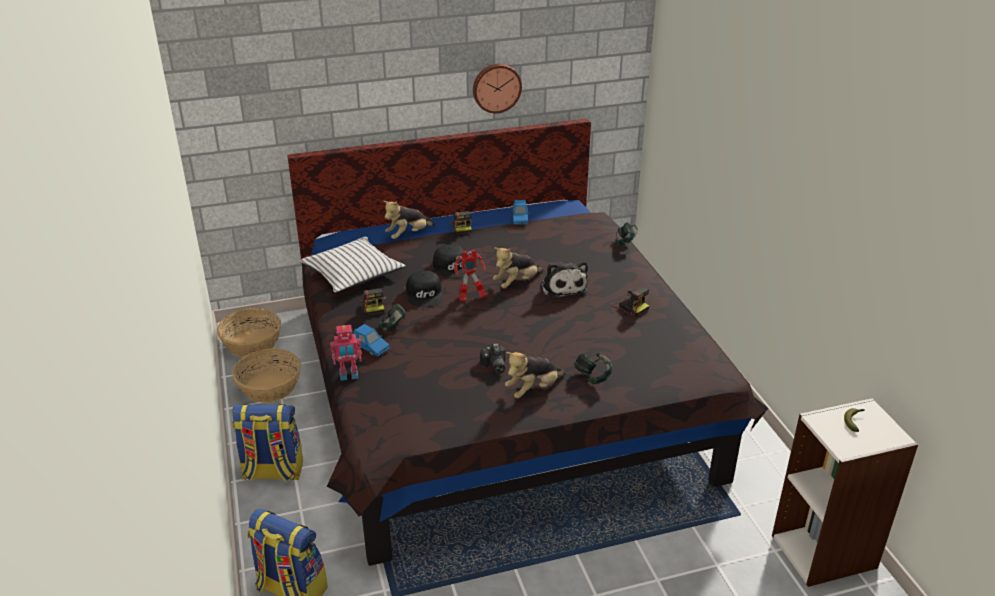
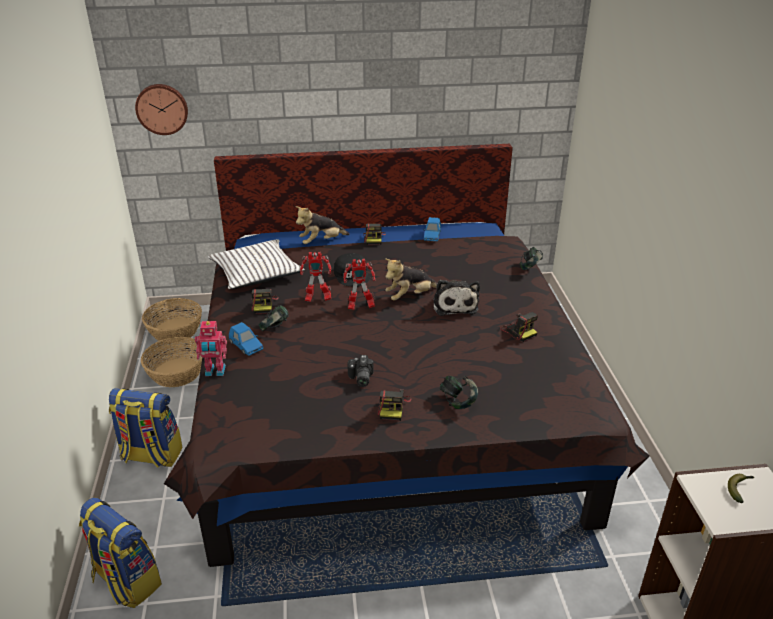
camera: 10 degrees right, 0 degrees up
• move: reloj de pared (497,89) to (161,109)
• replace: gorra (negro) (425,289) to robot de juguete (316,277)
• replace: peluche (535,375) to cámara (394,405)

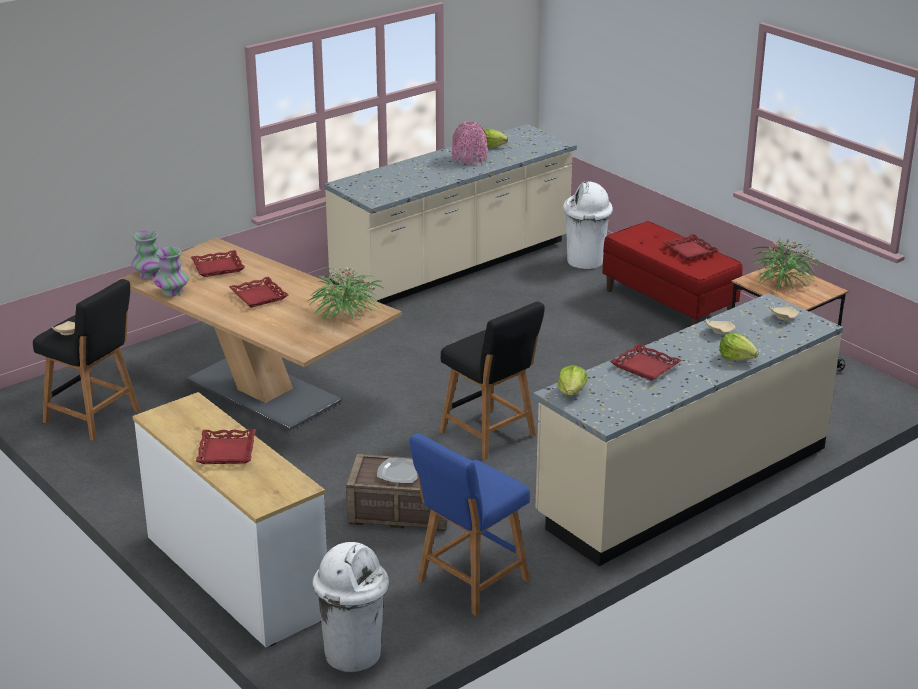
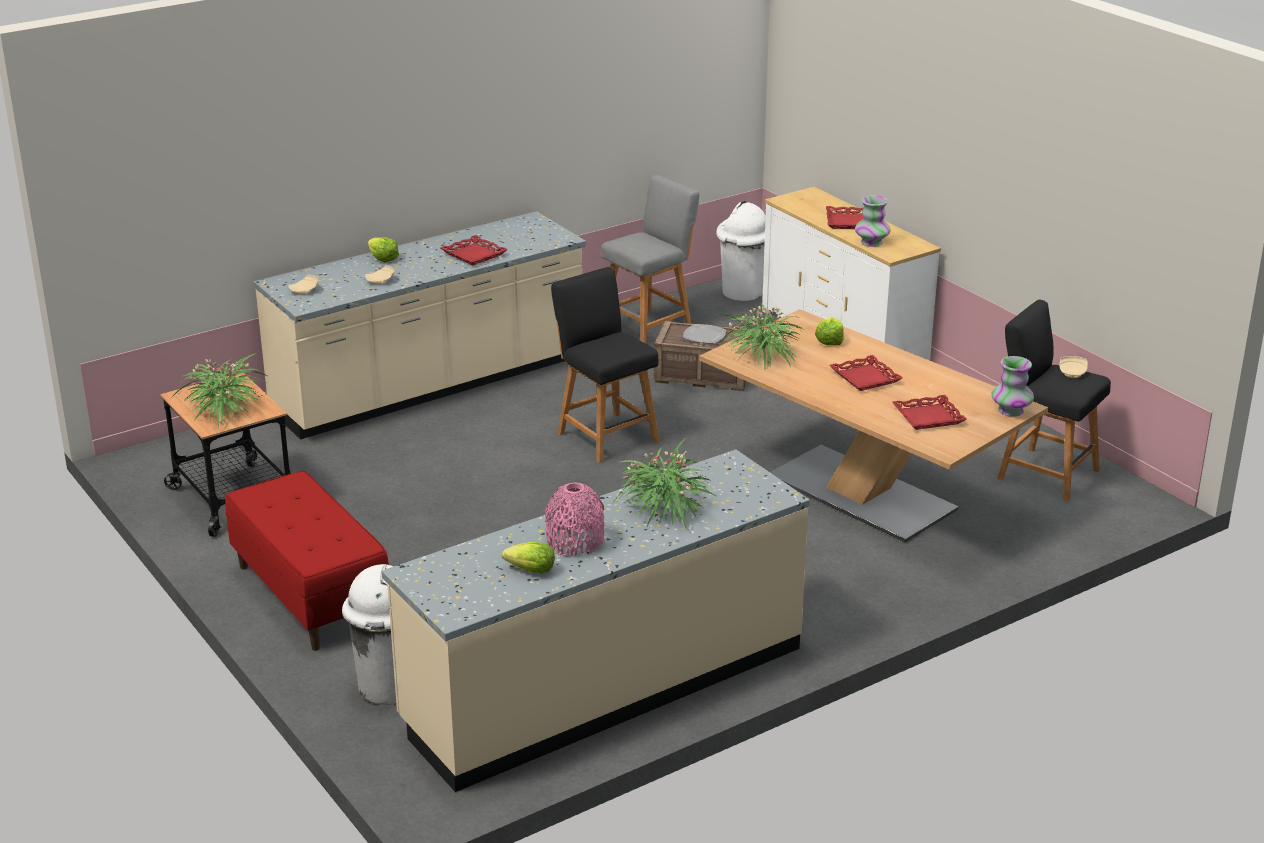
camera: 175 degrees left, 0 degrees up
• recolor: taburete (azul) (469,524) to taburete (gris) (650,259)
• insert: planta en maceta (665,483)
• move: lechuga (572,380) to (829,331)
• move: florero (171,271) to (873,221)
• delete: bandeja (rojo) (691,247)

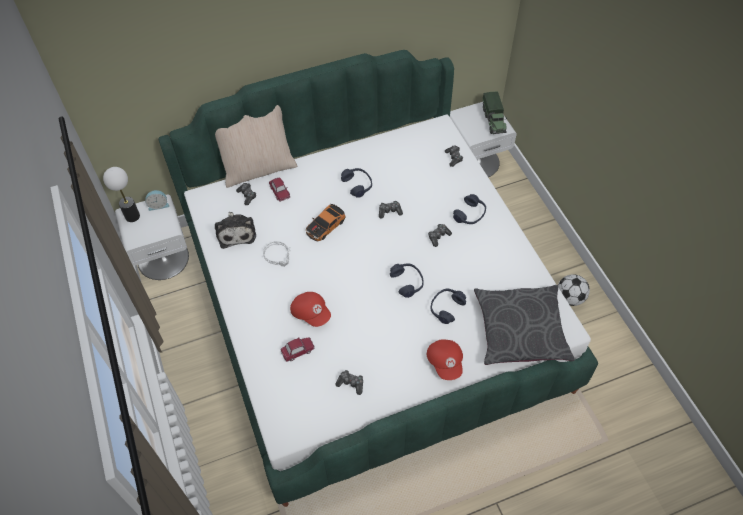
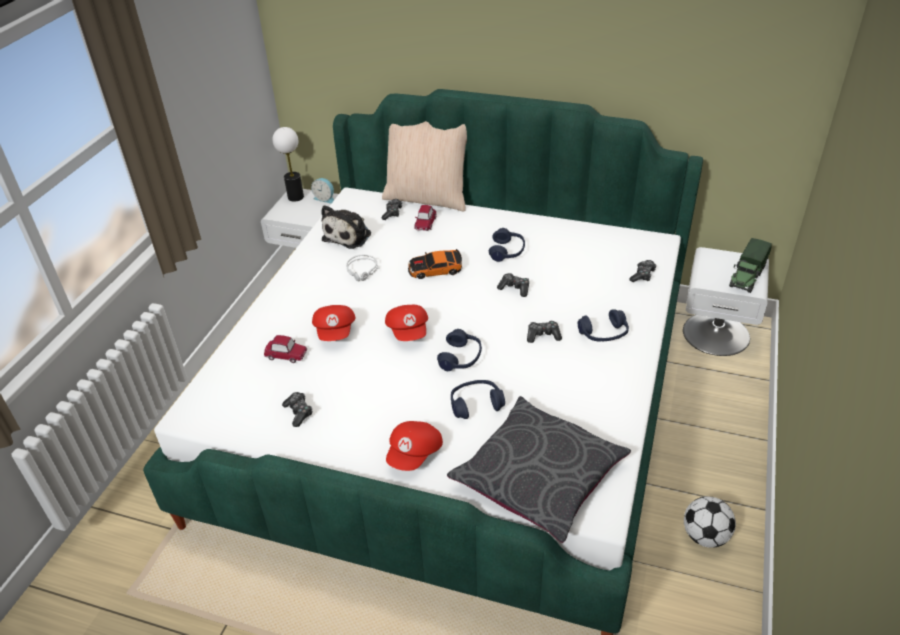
camera: 40 degrees right, 15 degrees down
• insert: gorra (rojo) (406,323)

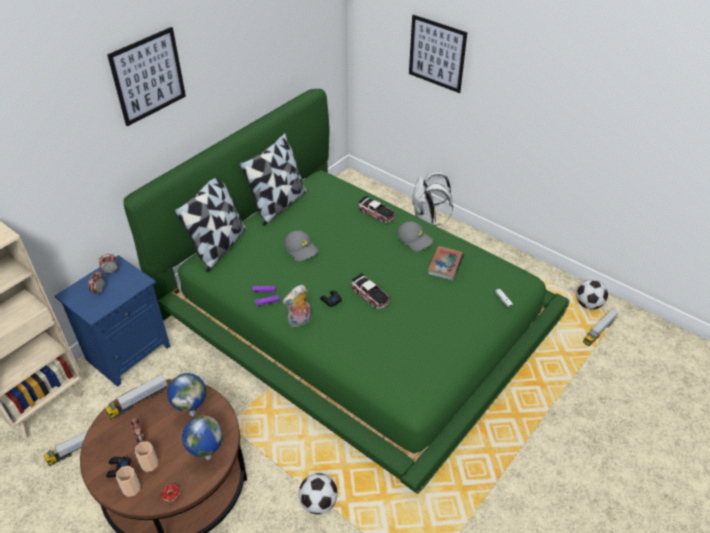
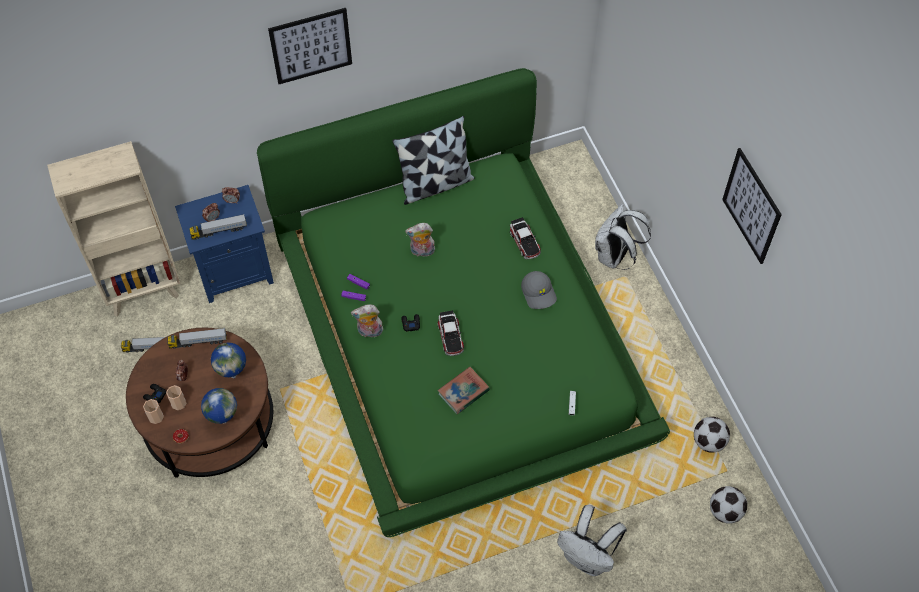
camera: 30 degrees right, 15 degrees up
• move: camión de juguete (601,327) to (218,227)
• replace: gorra (gris) (301,246) to peluche (420,239)
• move: libro (446,263) to (463,390)
• insert: mochila (blanco) (592,540)
• move: balón de fútbol (318,493) to (728,505)
• move: cuadro (438,54) to (752,206)
• delete: cojín (210,225)

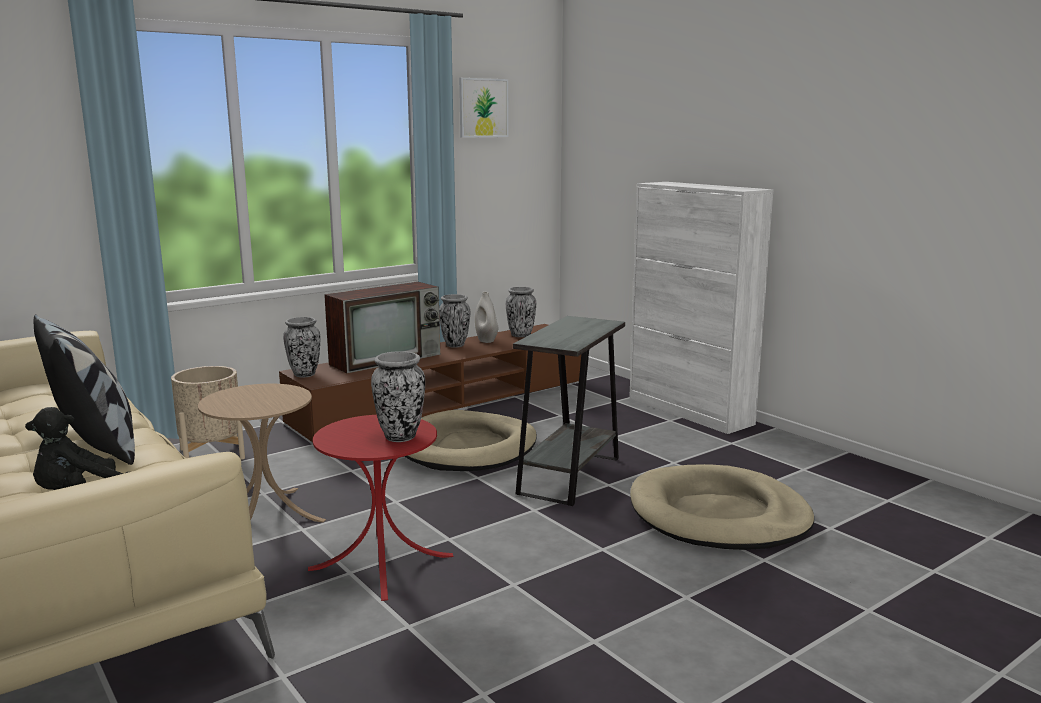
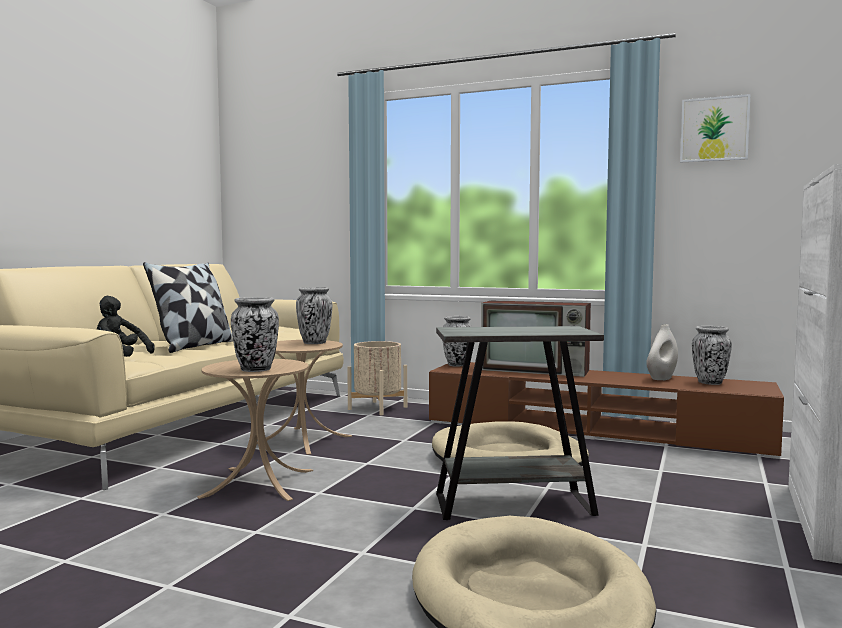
camera: 60 degrees right, 10 degrees down
• recolor: mesa auxiliar (rojo) (380,508) to mesa auxiliar (beis) (255,430)
• move: florero (454,321) to (314,315)

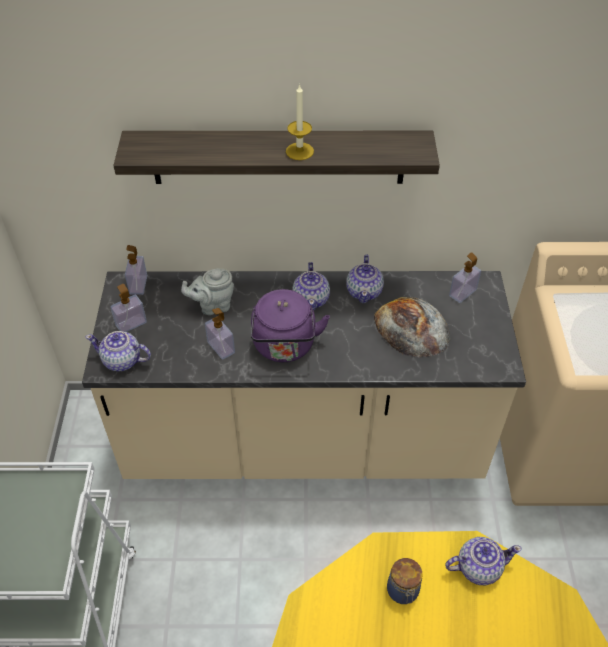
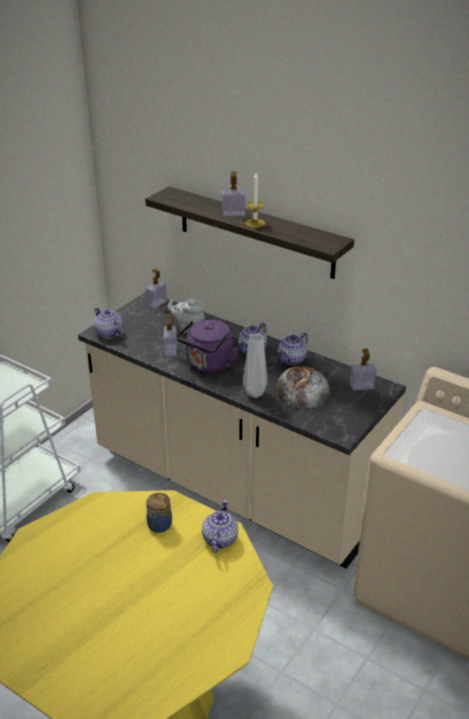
camera: 35 degrees right, 15 degrees down
• rotate: tetera (483,561) = (220,526) 105 degrees counterclockwise
• move: dispensador de jabón (128,308) to (233,194)
• insert: florero (gris) (255,366)

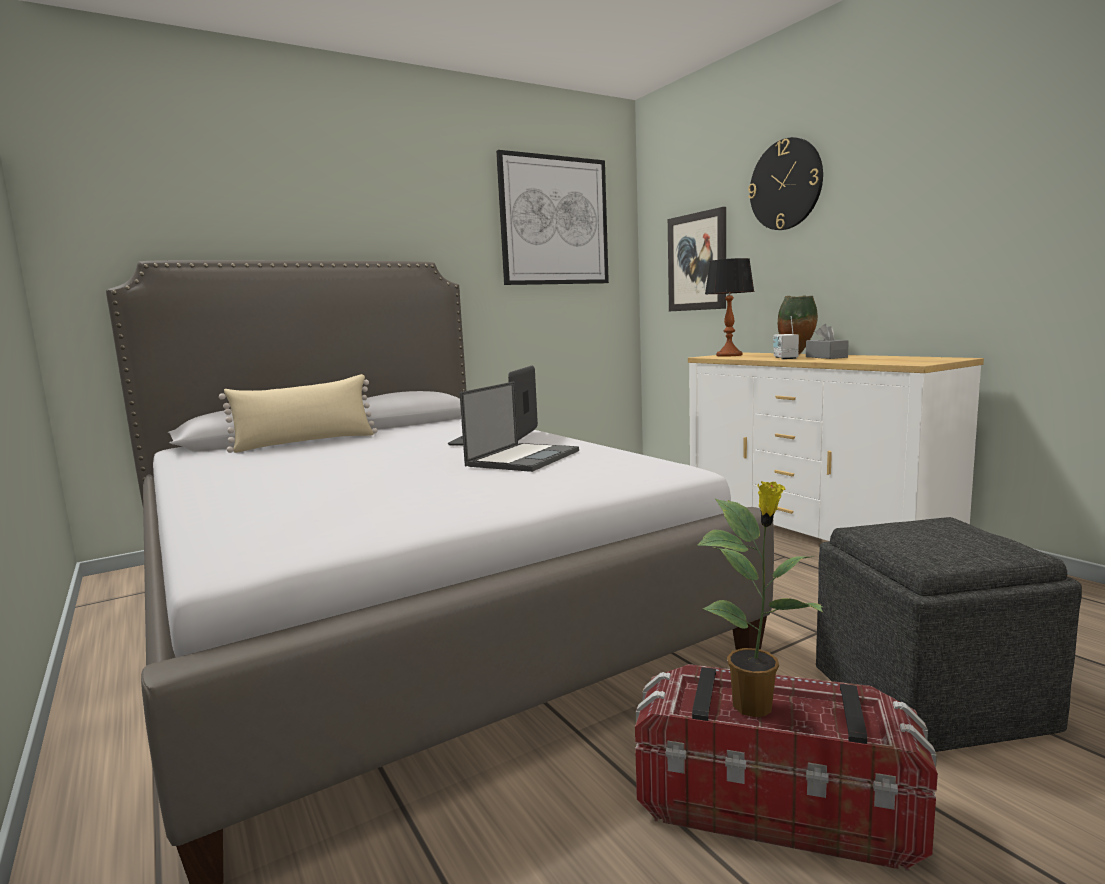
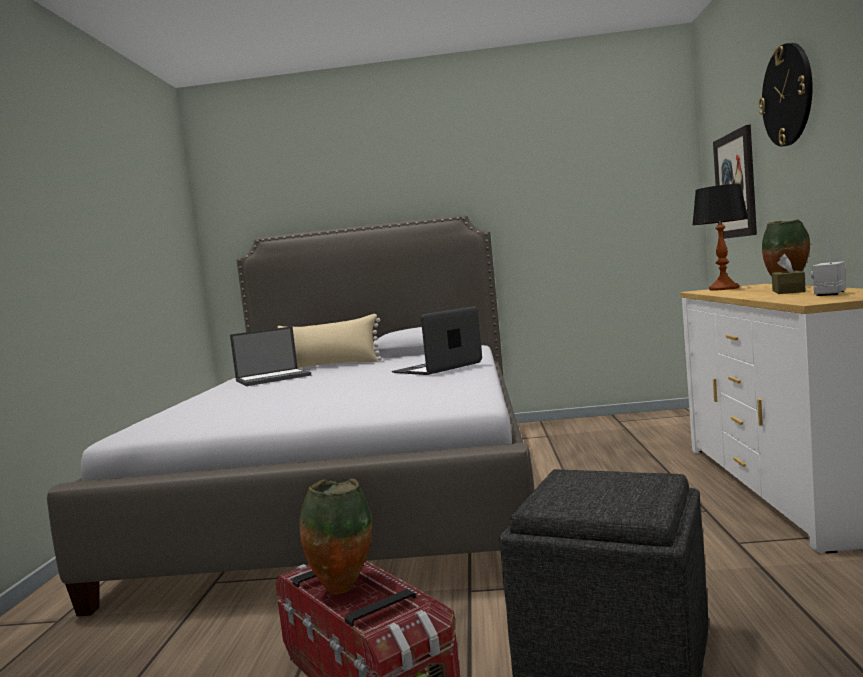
camera: 35 degrees right, 5 degrees down
• move: portátil (519,426) to (270,356)
• replace: planta en maceta (760,599) to florero (335,536)
• recolor: caja de pañuelos (gris) (827,341) to caja de pañuelos (marrón) (789,274)
• move: radio (786,337) to (828,268)
• delete: cuadro (552,217)

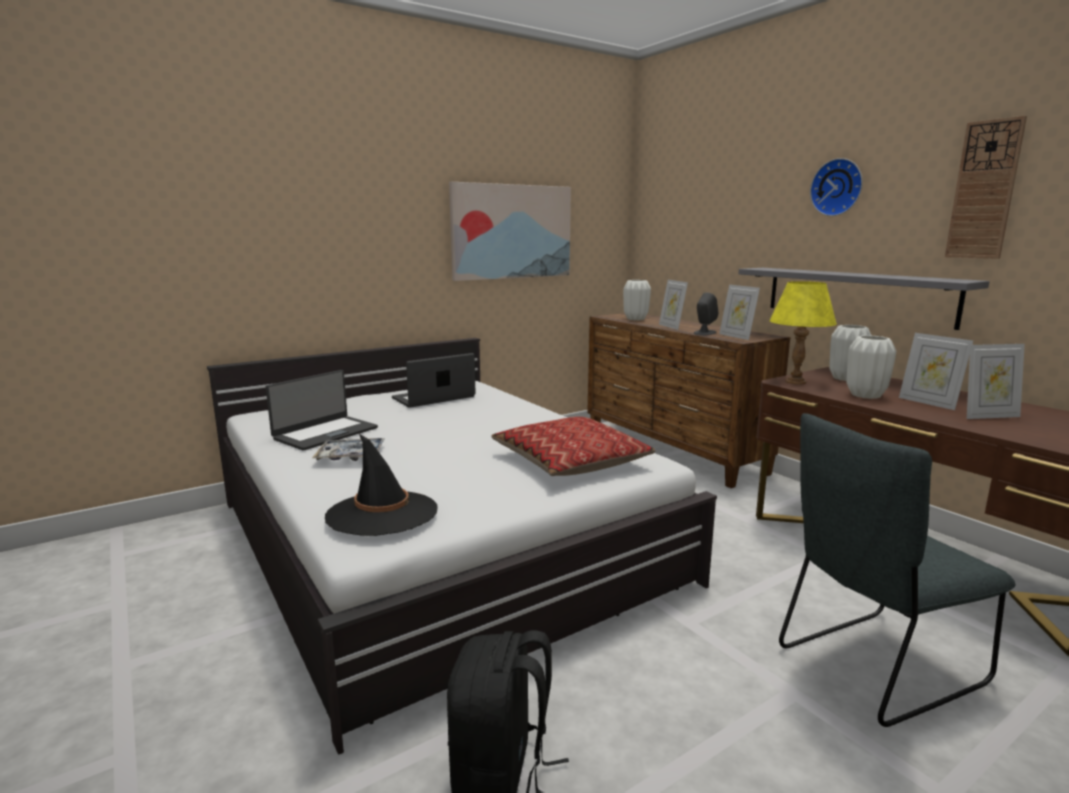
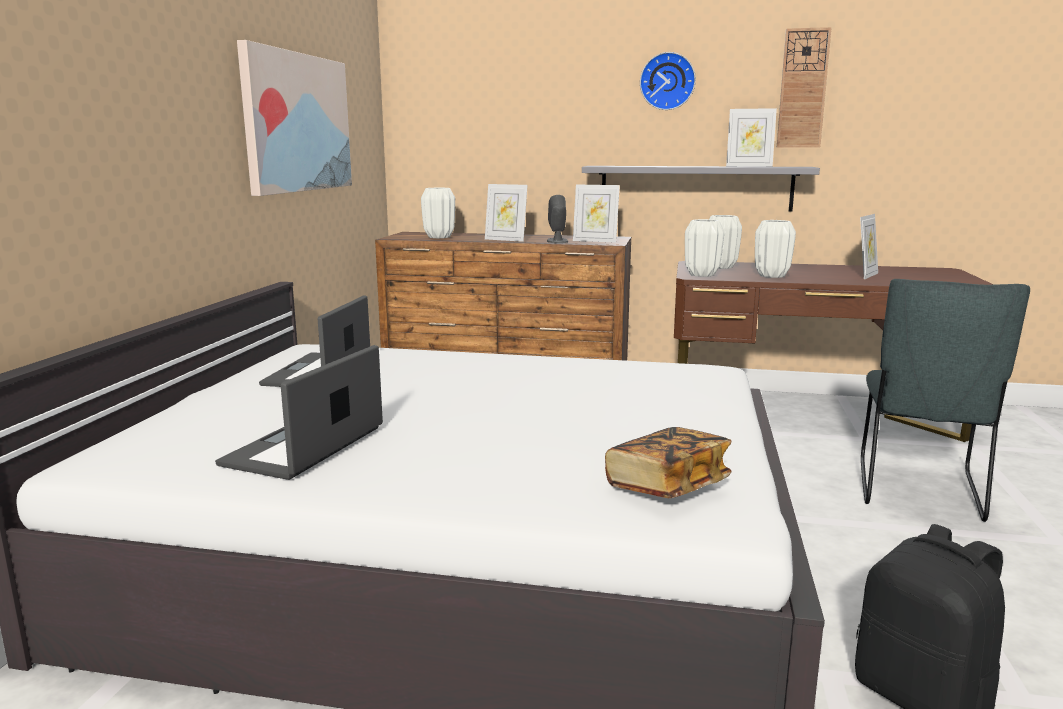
camera: 45 degrees left, 0 degrees up
• rotate: portátil (322,410) = (299,412) 150 degrees counterclockwise
• replace: sombrero (negro) (381,485) to libro (668,462)
• replace: lámpara de mesa (amarillo) (803,333) to florero (blanco) (704,248)
• move: portarretratos (936,371) to (751,137)
• delete: bandeja (348,449)
• delete: cojín (573,446)

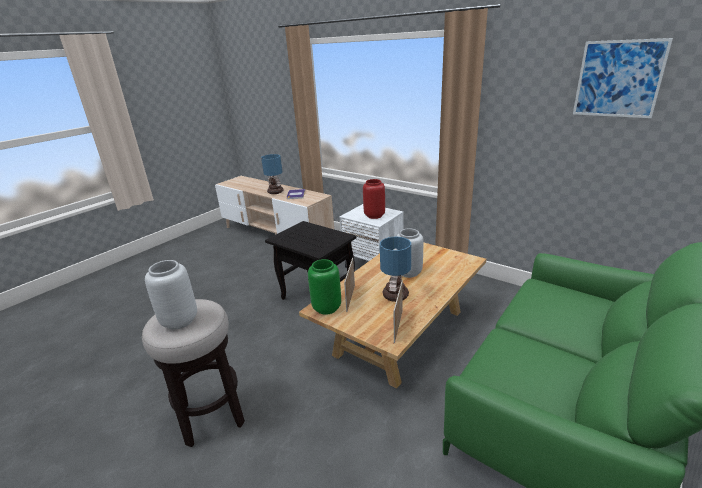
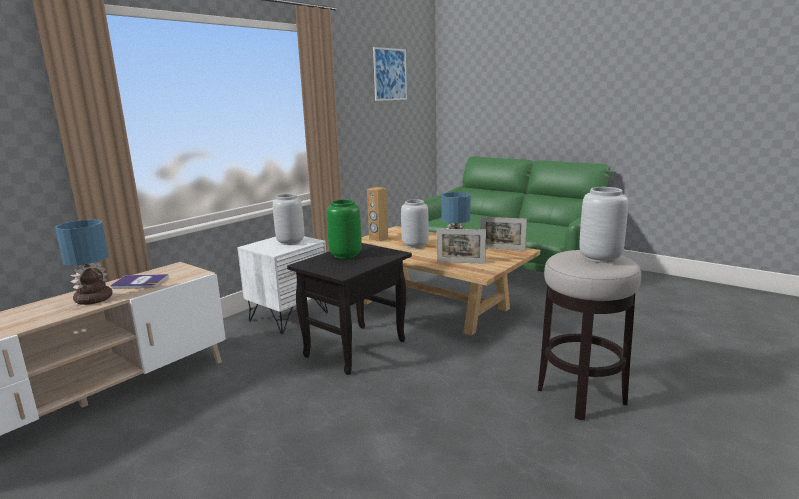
camera: 90 degrees left, 10 degrees down
• recolor: florero (rojo) (374,199) to florero (gris) (288,219)
• move: florero (verde) (324,287) to (344,229)
• insert: altavoz (marrón) (377,214)

